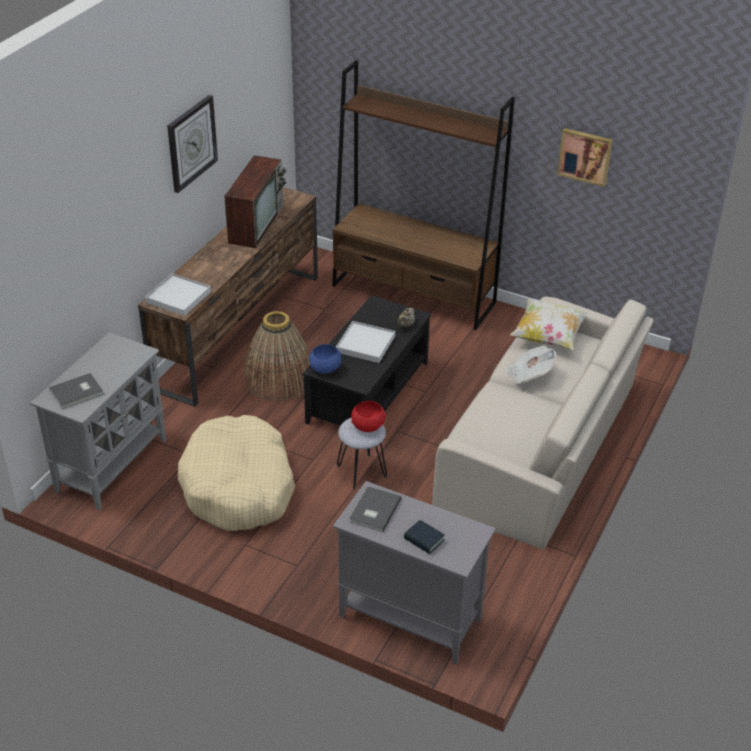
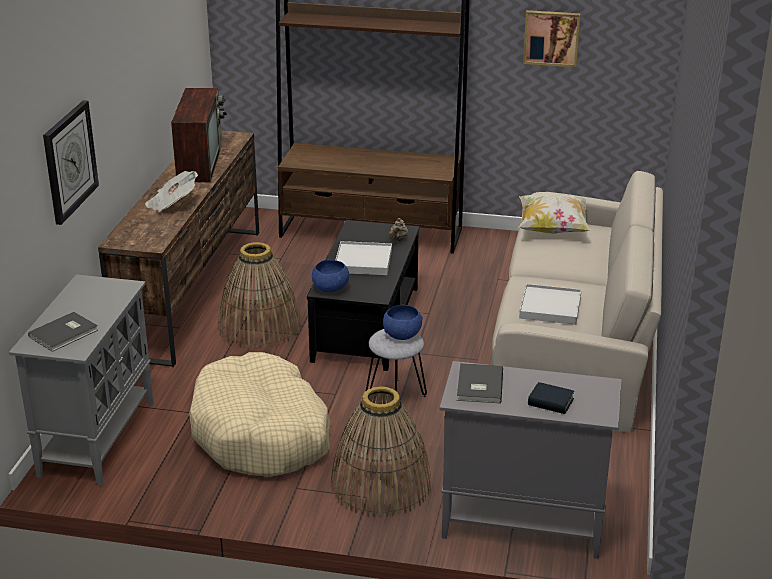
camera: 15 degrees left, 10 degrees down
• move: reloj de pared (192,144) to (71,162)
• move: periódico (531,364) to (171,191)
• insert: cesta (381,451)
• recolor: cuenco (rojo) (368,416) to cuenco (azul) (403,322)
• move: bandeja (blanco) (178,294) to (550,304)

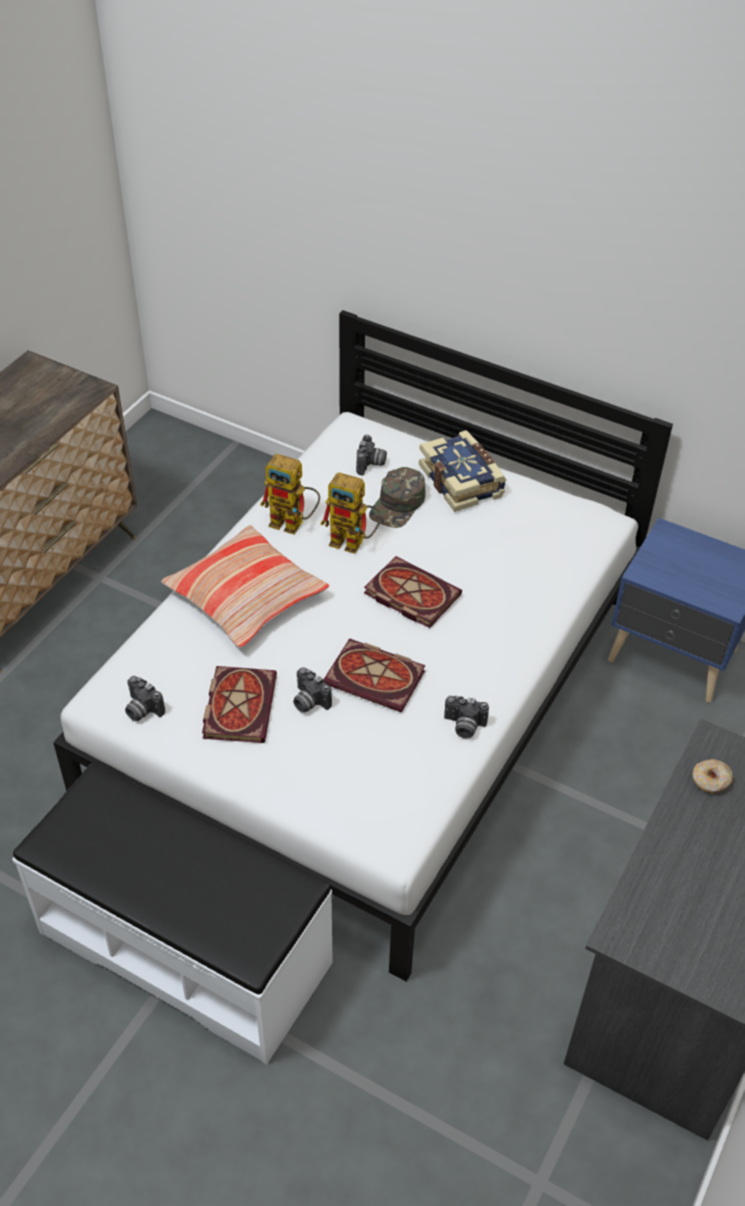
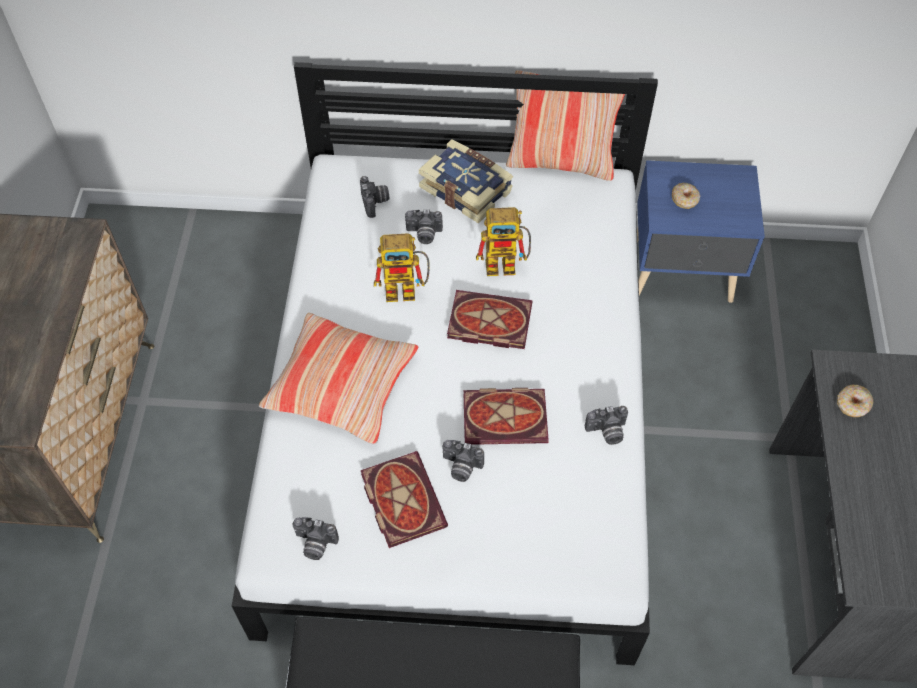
camera: 25 degrees left, 10 degrees up
• replace: gorra (verde) (397,497) to cámara (424,226)
• move: robot de juguete (290,494) to (503,241)
• insert: cojín (565,125)
• insert: rosquilla (686,196)

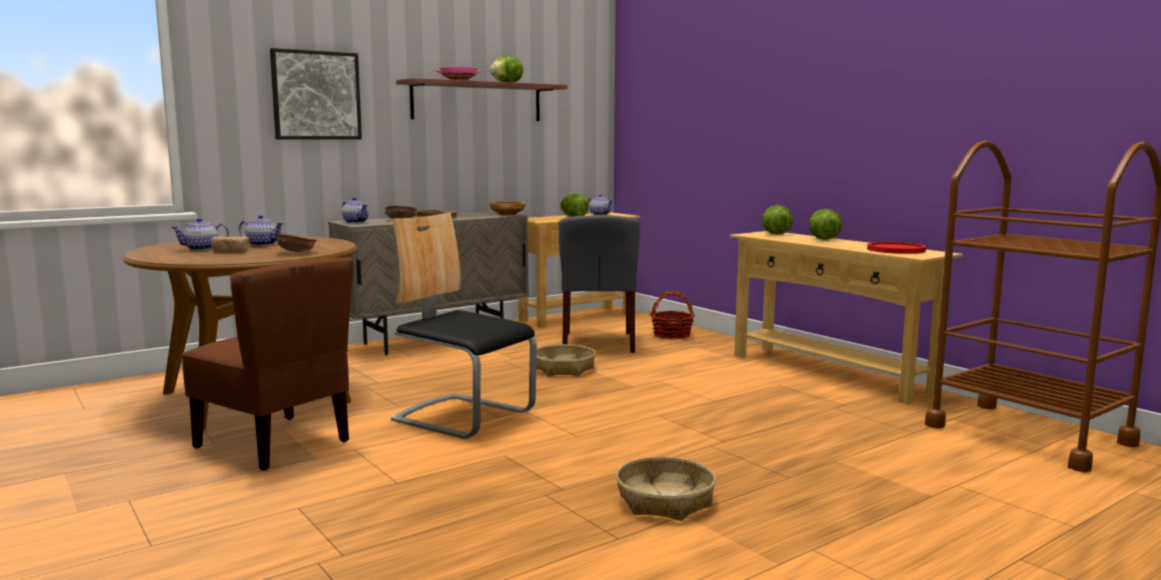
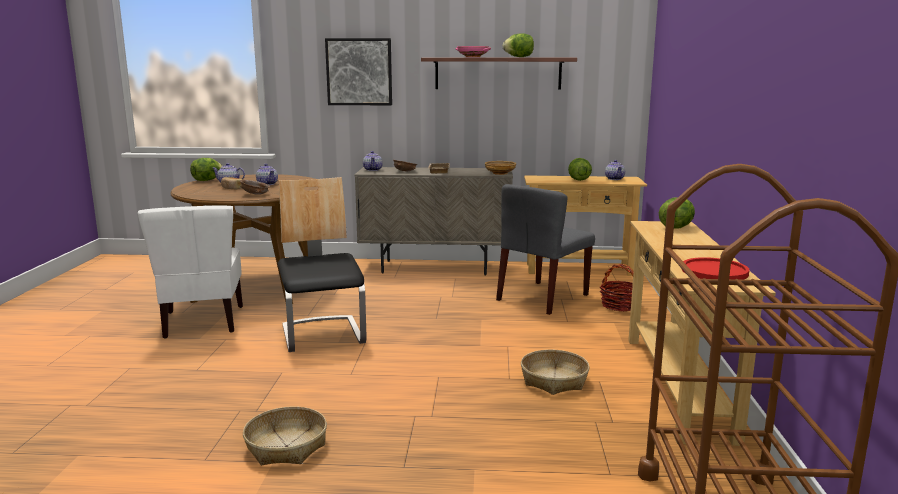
camera: 40 degrees right, 5 degrees up
• recolor: silla (marrón) (268,364) to silla (blanco) (190,272)
• move: lechuga (825,224) to (206,169)
• move: cesta (566,360) to (555,372)

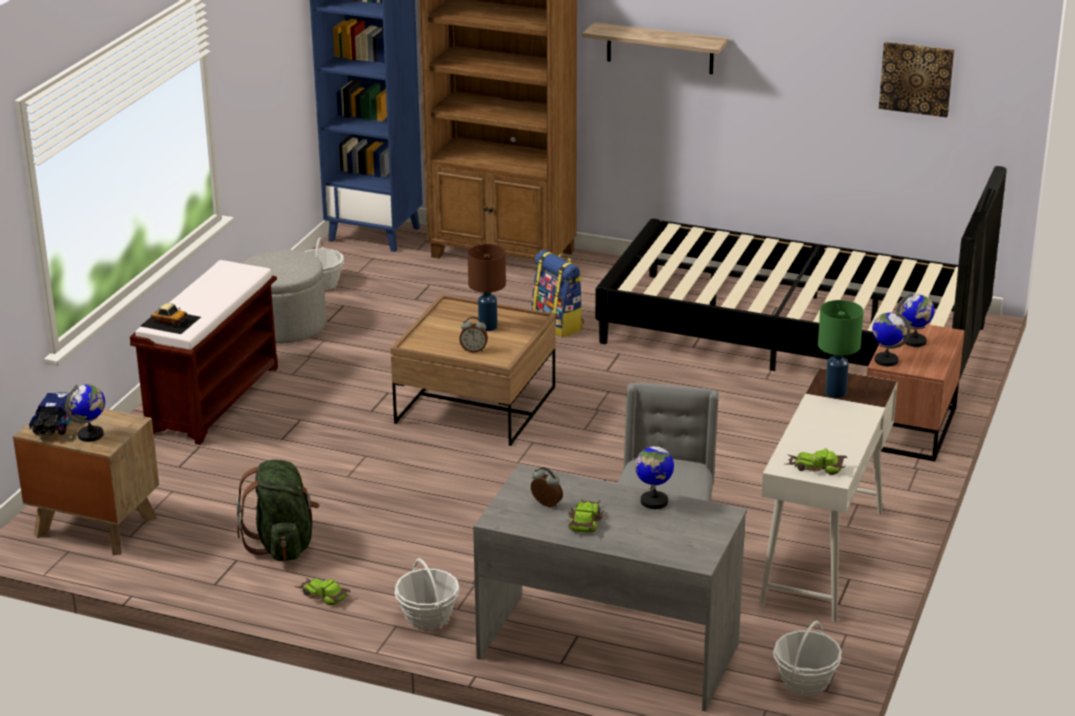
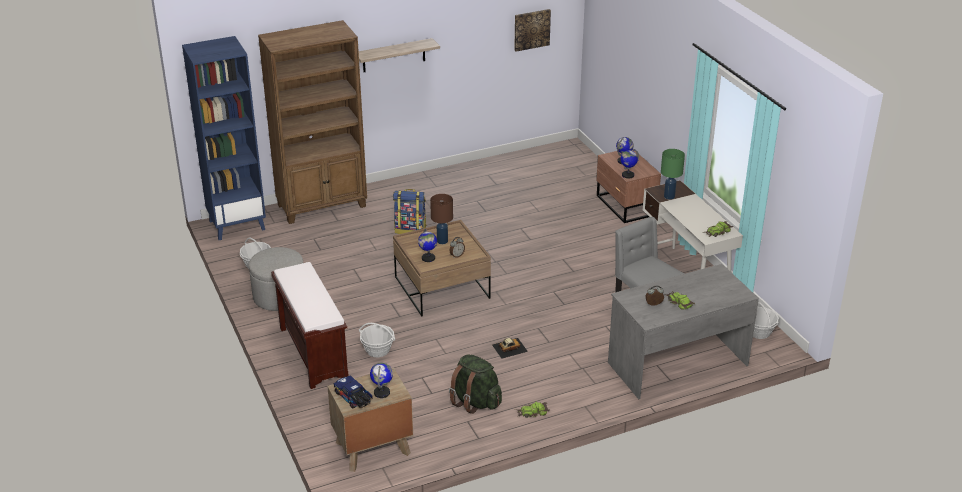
camera: 45 degrees left, 5 degrees up
• move: cesta (427,593) to (377,340)
• move: globo terráqueo (654,474) to (427,245)
• move: coche de juguete (170,318) to (510,348)
• delete: cama (negro) (800,285)

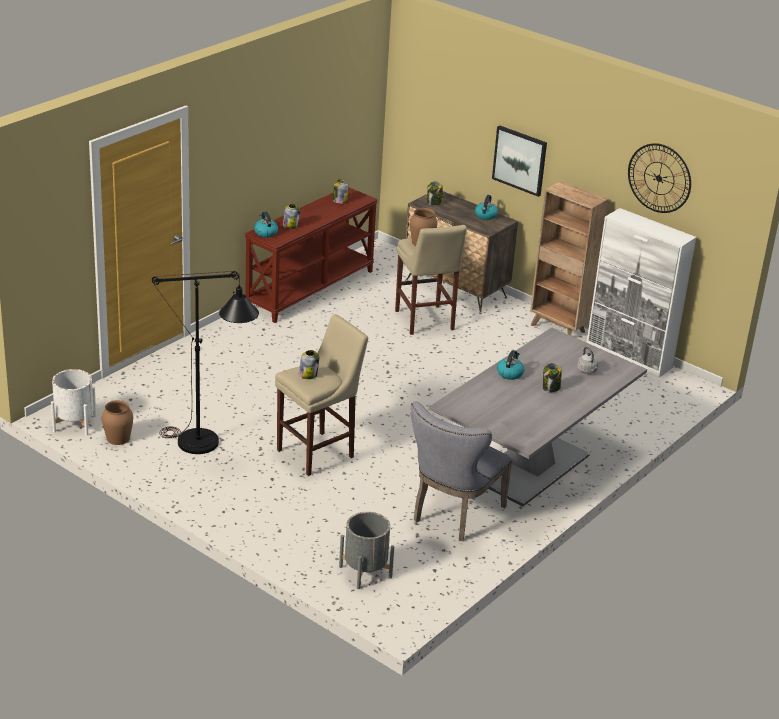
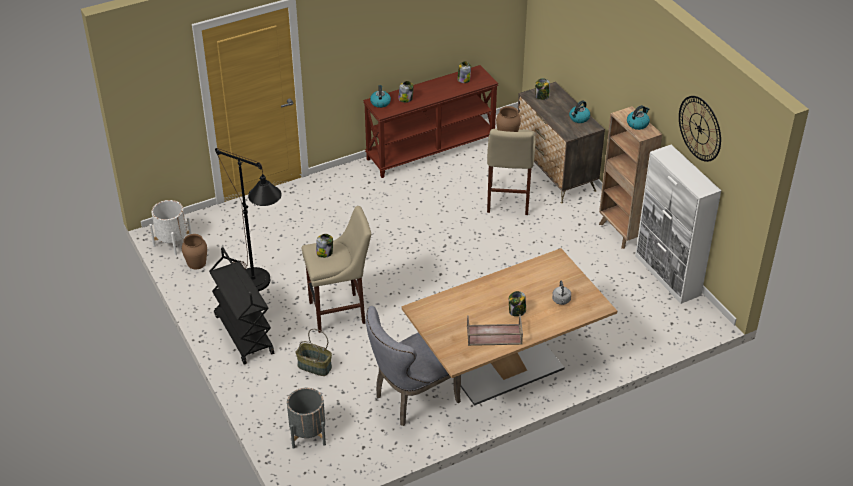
camera: 25 degrees right, 10 degrees up
• insert: carrito (negro) (241,306)
• insert: cesta (314,352)
• recolor: mesa de comedor (gris) (538,417) to mesa de comedor (marrón) (509,327)
• insert: bandeja (marrón) (495,330)
• move: hervidor (510,365) to (638,117)
• delete: cuadro (519,161)

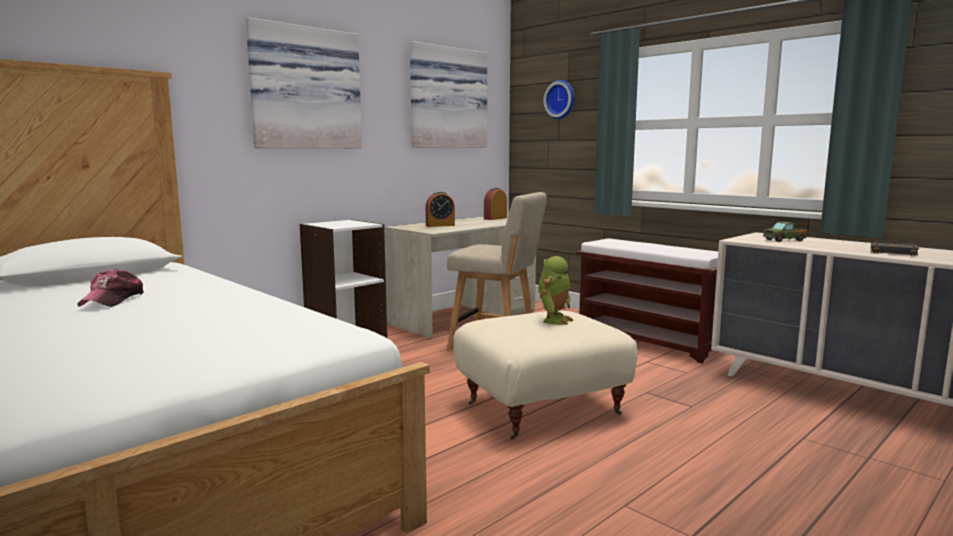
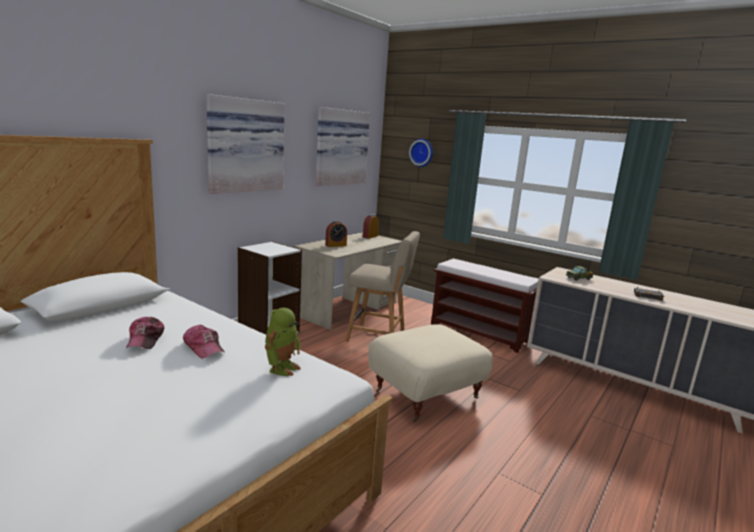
camera: 10 degrees left, 5 degrees up
• insert: gorra (204,341)
• move: robot de juguete (556,290) to (283,342)

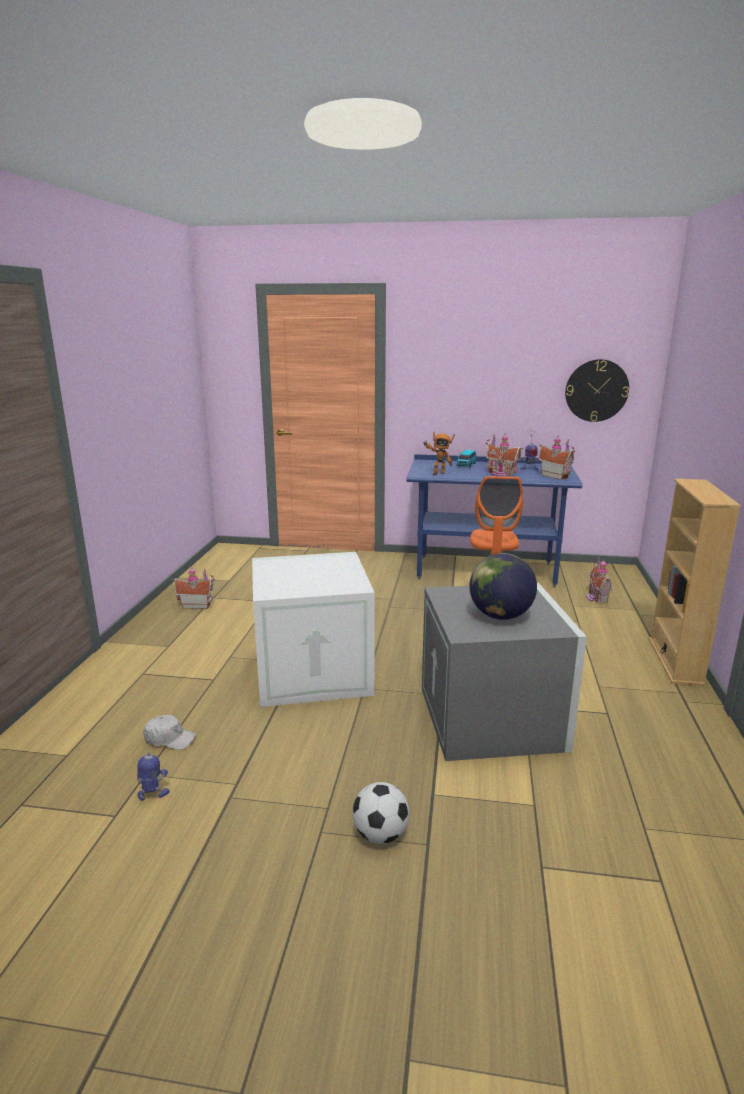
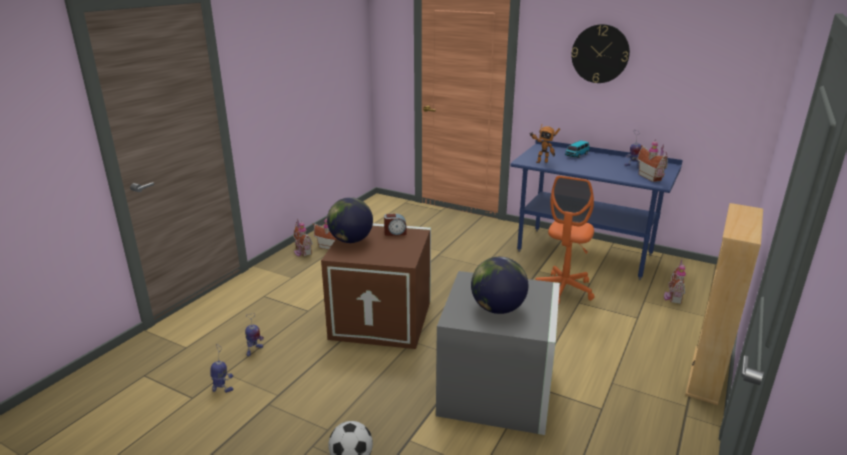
camera: 20 degrees right, 5 degrees up
• replace: gorra (blanco) (169,732) to robot de juguete (254,334)
• move: casita (504,454) to (303,238)
• recolor: caja de almacenaje (blanco) (313,629) to caja de almacenaje (marrón) (376,286)
• insert: globo terráqueo (350,220)
• insert: despertador (395,225)
• move: reloj de pared (597,390) to (600,53)

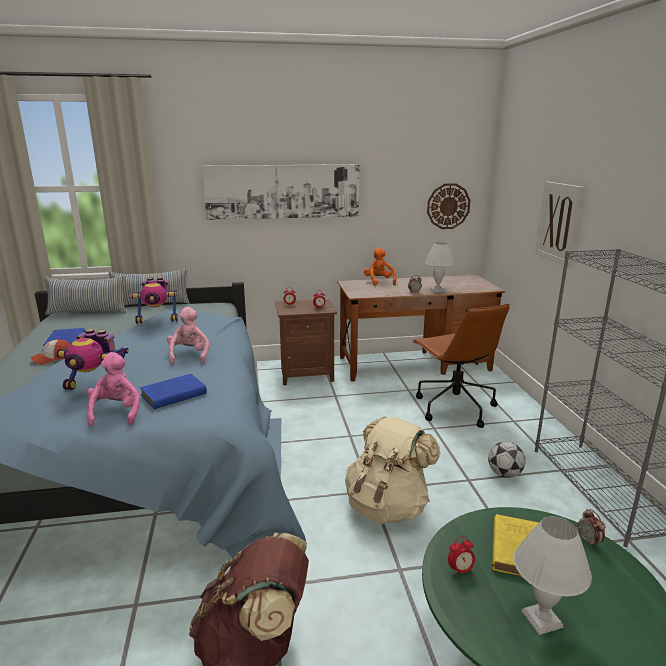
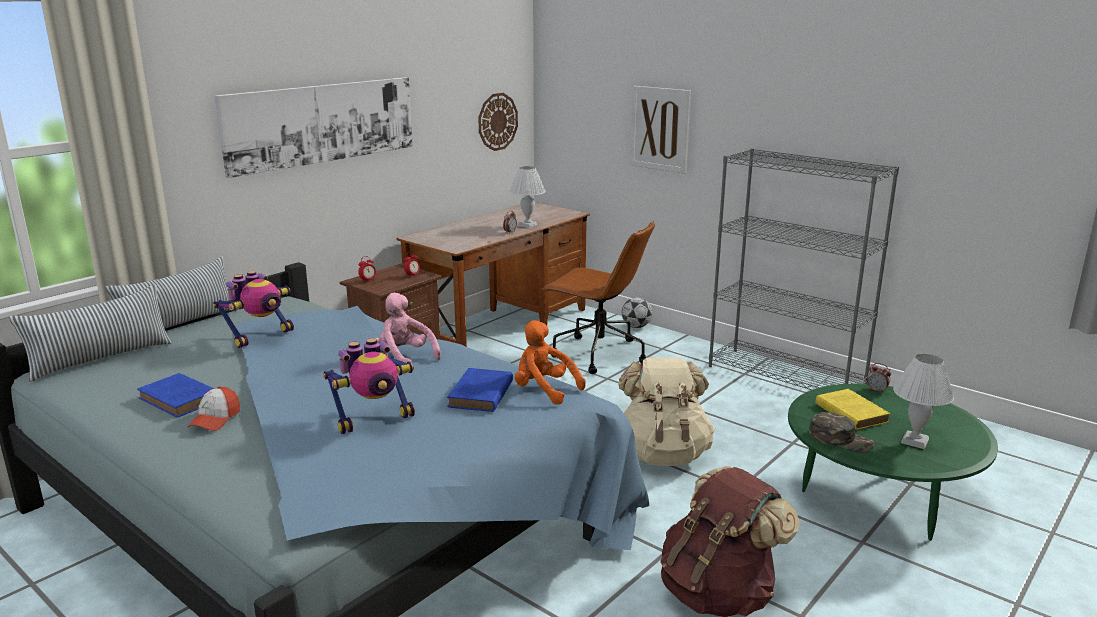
camera: 40 degrees left, 0 degrees up
• move: peluche (naranja) (380,267) to (550,362)
• move: balón de fútbol (507,459) to (637,313)
• replace: despertador (461,556) to gorra (verde) (841,432)
• delete: peluche (rosa) (113,389)

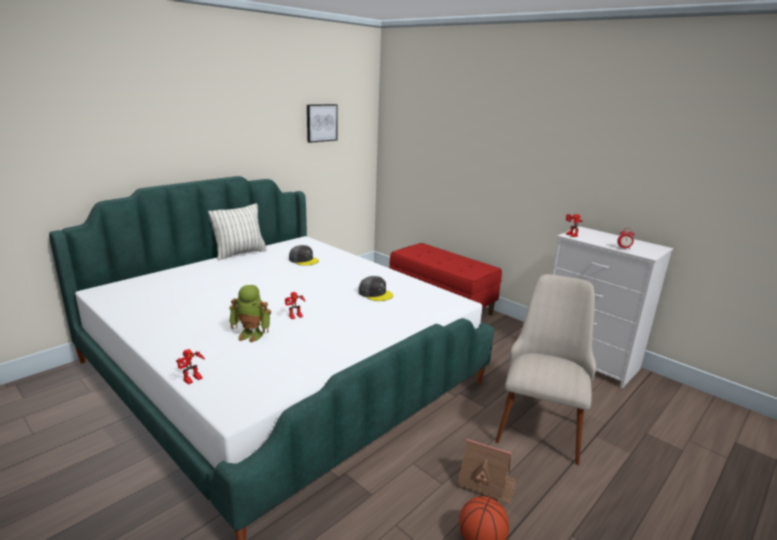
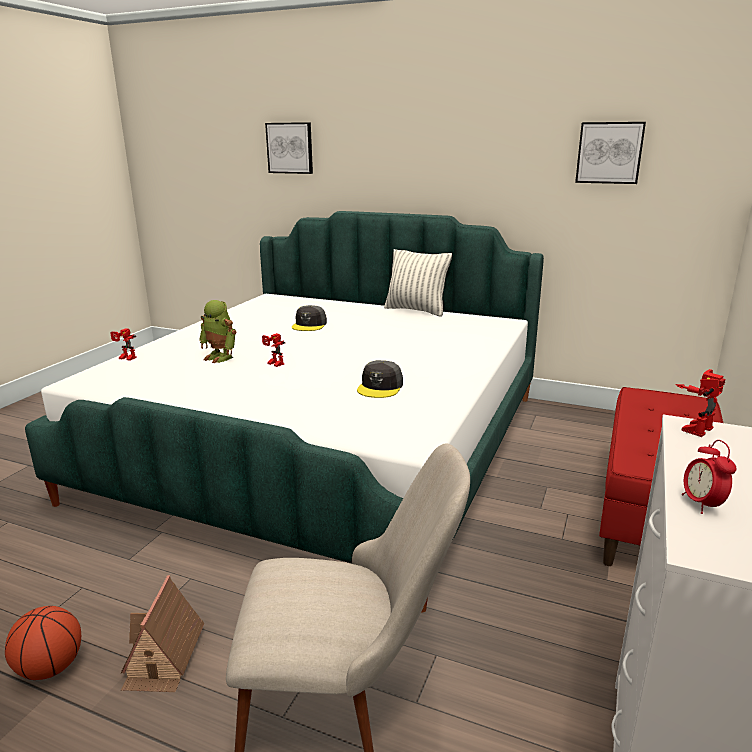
camera: 70 degrees right, 0 degrees up
• rotate: robot de juguete (250,313) = (217,331) 45 degrees counterclockwise
• insert: cuadro (289,148)
• move: gorra (gris) (304,255) to (309,318)

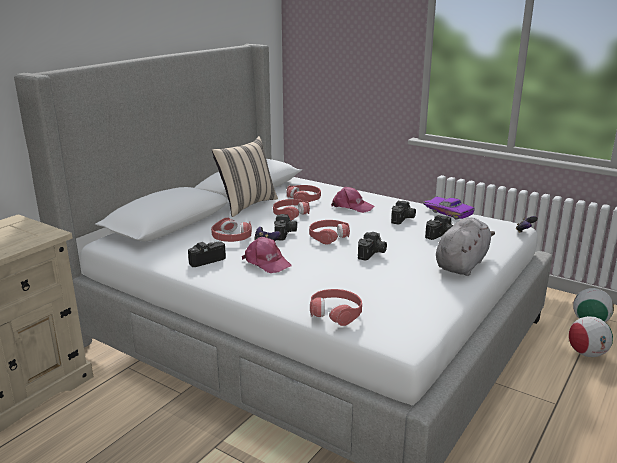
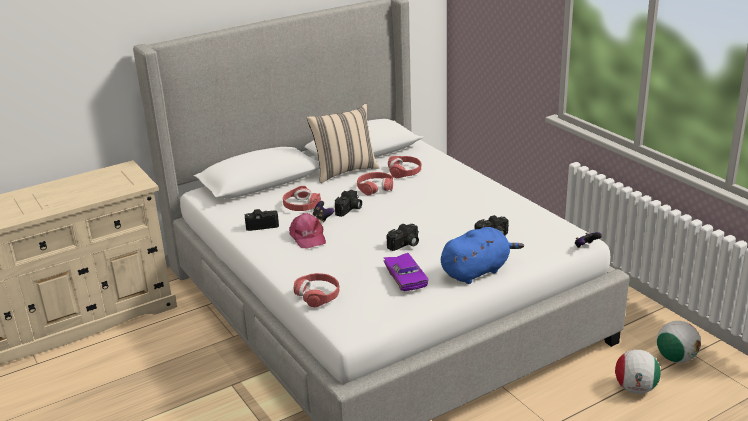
camera: 25 degrees right, 5 degrees up
• move: coche de juguete (morado) (449,208) to (405,272)
• recolor: peluche (gris) (465,247) to peluche (azul) (482,255)
• delete: auriculares (rojo) (329,232)
• delete: gorra (rosa) (352,200)
• delete: cámara (403,213)

